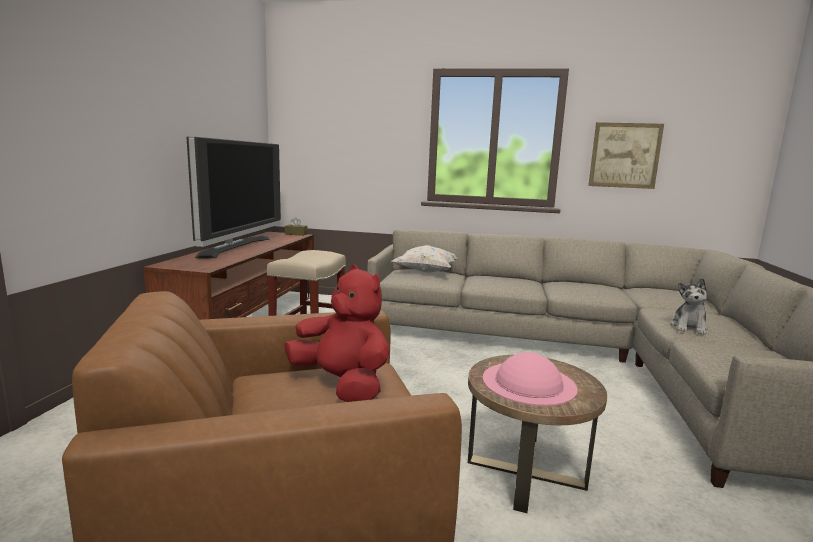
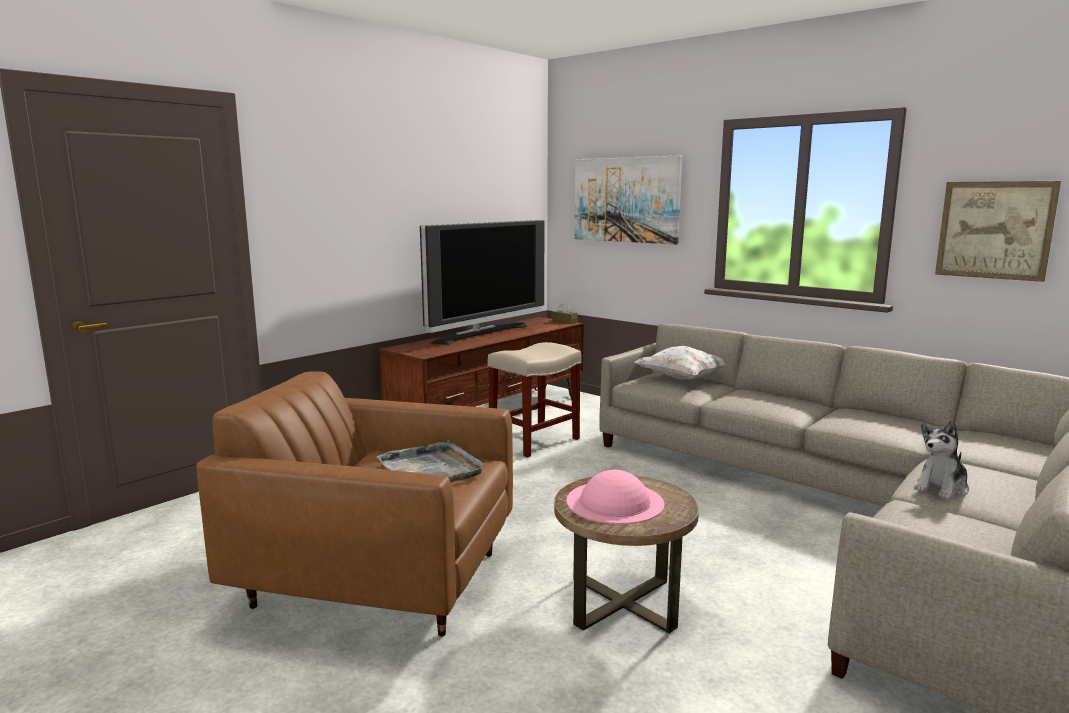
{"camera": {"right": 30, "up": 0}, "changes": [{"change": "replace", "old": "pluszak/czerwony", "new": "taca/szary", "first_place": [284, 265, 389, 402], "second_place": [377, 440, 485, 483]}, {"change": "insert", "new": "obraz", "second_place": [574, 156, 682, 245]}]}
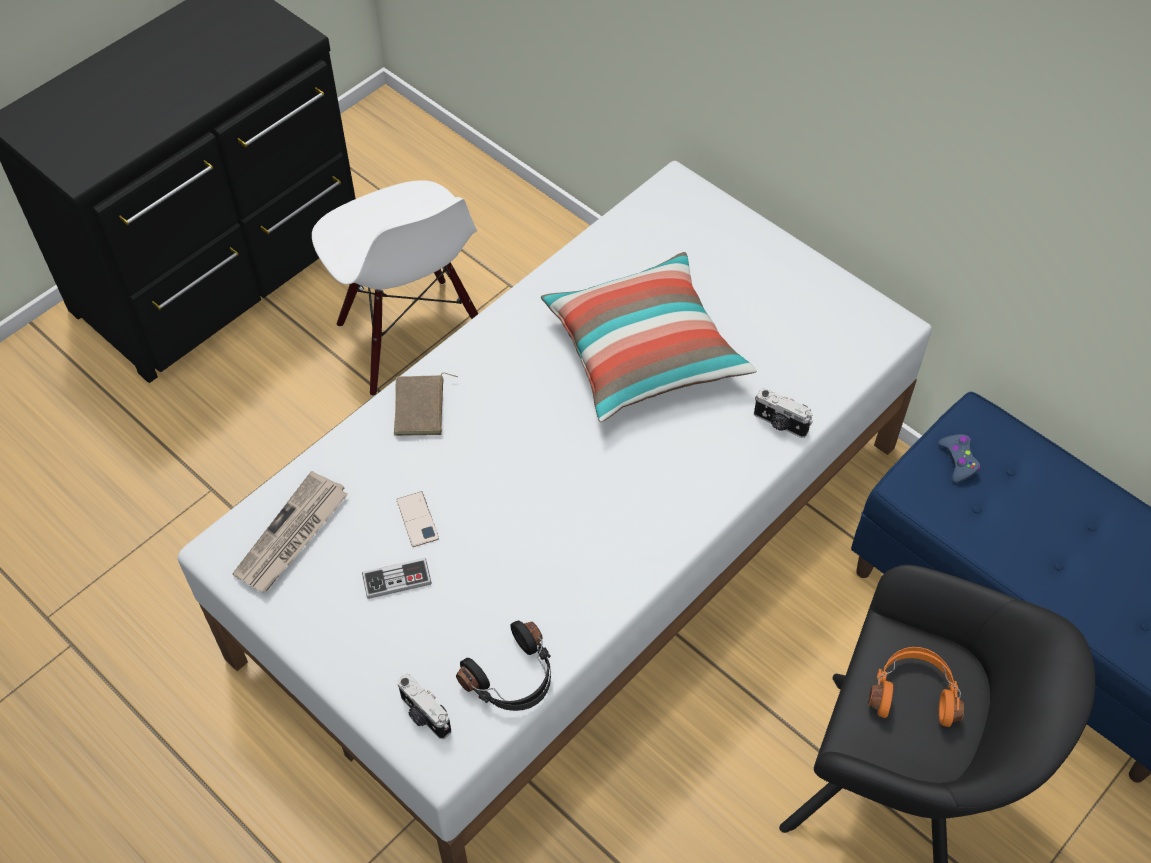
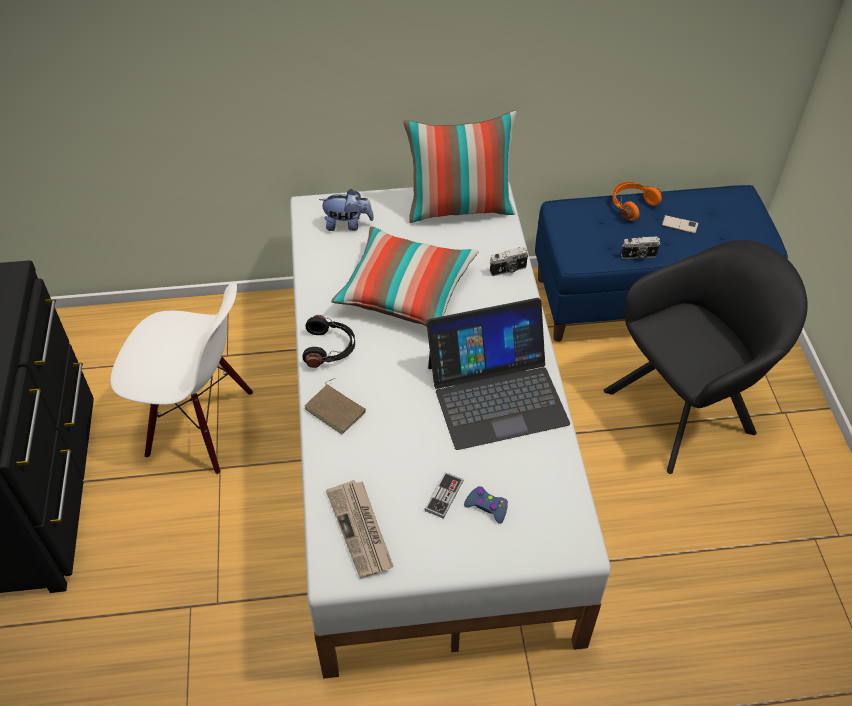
{"camera": {"right": -50, "up": -5}, "changes": [{"change": "move", "old": "słuchawki/czarny", "first_place": [456, 621, 551, 711], "second_place": [302, 315, 355, 368]}, {"change": "insert", "new": "pluszak", "second_place": [319, 189, 374, 231]}, {"change": "insert", "new": "poduszka", "second_place": [403, 111, 516, 223]}, {"change": "insert", "new": "laptop", "second_place": [426, 298, 570, 450]}, {"change": "move", "old": "pad do gier/niebieski", "first_place": [938, 434, 980, 483], "second_place": [464, 486, 508, 524]}, {"change": "move", "old": "słuchawki/pomarańczowy", "first_place": [869, 647, 964, 727], "second_place": [612, 182, 662, 221]}, {"change": "move", "old": "aparat fotograficzny", "first_place": [397, 673, 451, 739], "second_place": [621, 236, 661, 259]}, {"change": "move", "old": "telefon", "first_place": [397, 491, 439, 547], "second_place": [662, 215, 699, 234]}]}
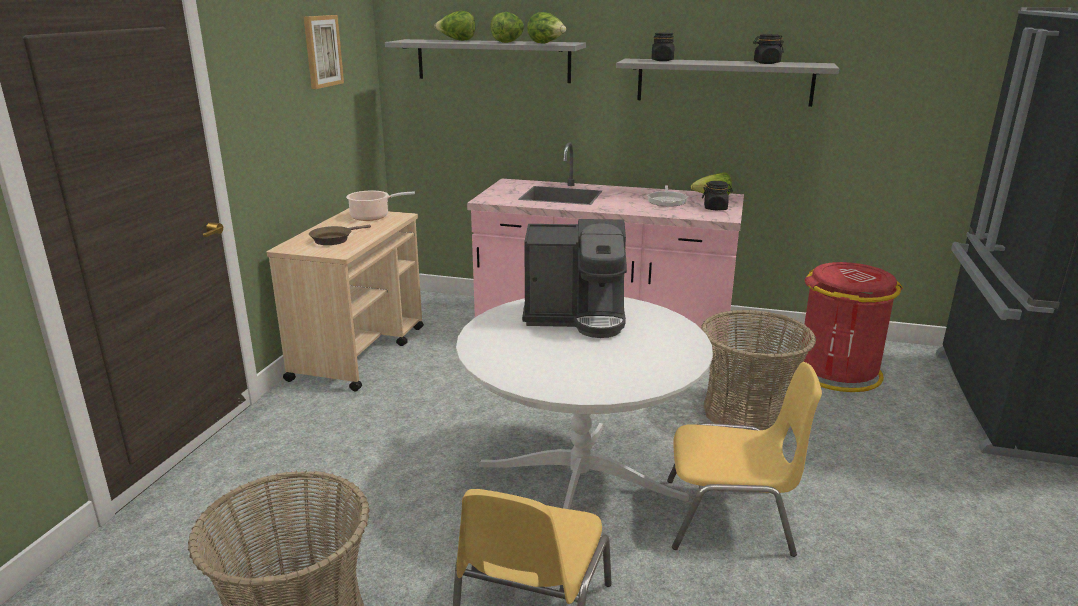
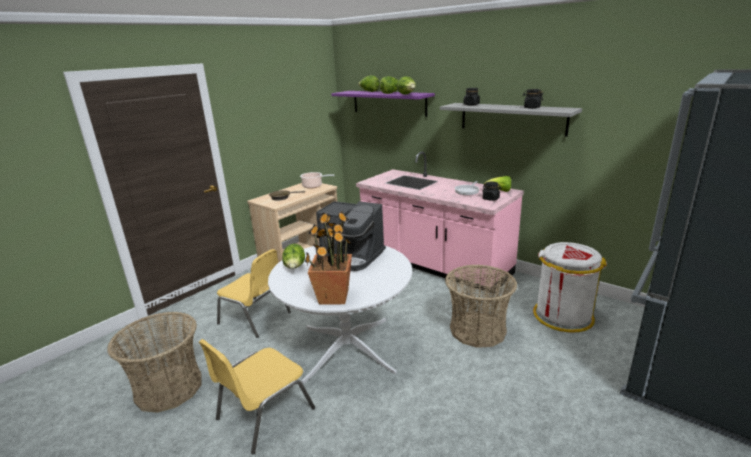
{"camera": {"right": 25, "up": 0}, "changes": [{"change": "move", "old": "krzesło/żółty", "first_place": [667, 362, 822, 557], "second_place": [217, 249, 291, 338]}, {"change": "insert", "new": "sałata", "second_place": [282, 244, 305, 269]}, {"change": "insert", "new": "roślina doniczkowa", "second_place": [305, 212, 352, 304]}, {"change": "recolor", "old": "półka/szary", "new": "półka/fioletowy", "first_place": [385, 39, 586, 83], "second_place": [331, 91, 435, 117]}, {"change": "recolor", "old": "kosz na śmieci/czerwony", "new": "kosz na śmieci/biały", "first_place": [802, 262, 903, 392], "second_place": [533, 242, 607, 333]}, {"change": "delete", "old": "obraz", "first_place": [304, 15, 344, 89]}]}
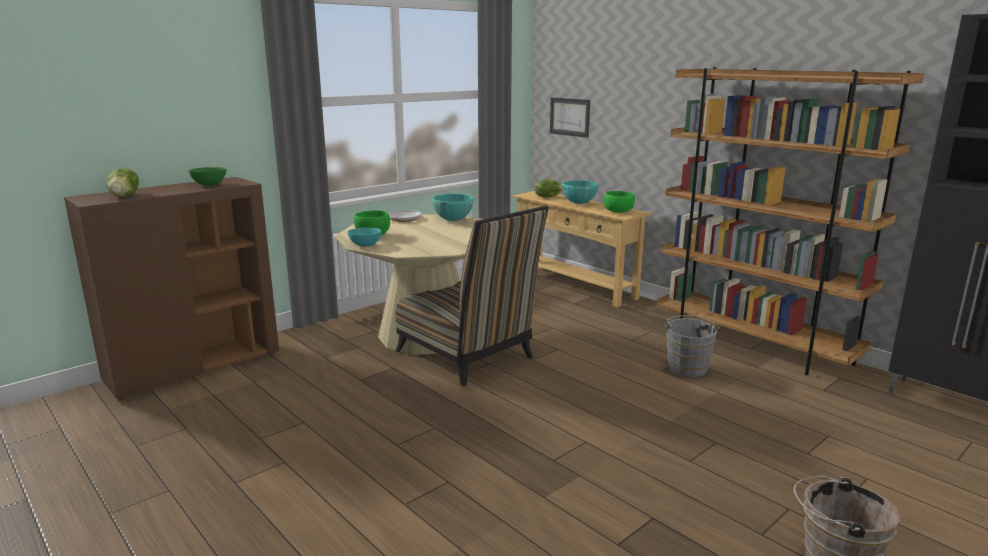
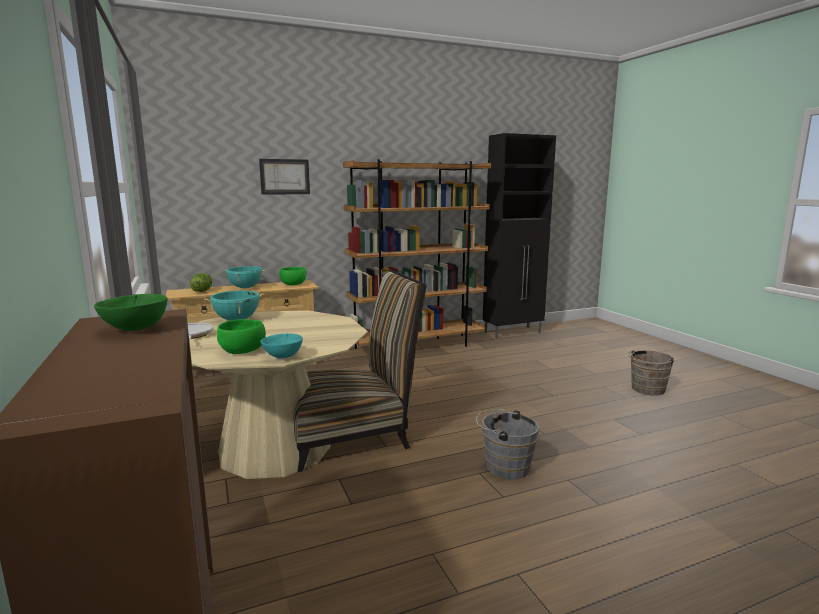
{"camera": {"right": -70, "up": -5}, "changes": [{"change": "move", "old": "obraz", "first_place": [550, 98, 590, 138], "second_place": [259, 159, 310, 195]}, {"change": "move", "old": "wiadro/szary", "first_place": [664, 315, 720, 377], "second_place": [476, 409, 540, 480]}, {"change": "delete", "old": "sałata", "first_place": [106, 168, 139, 197]}]}
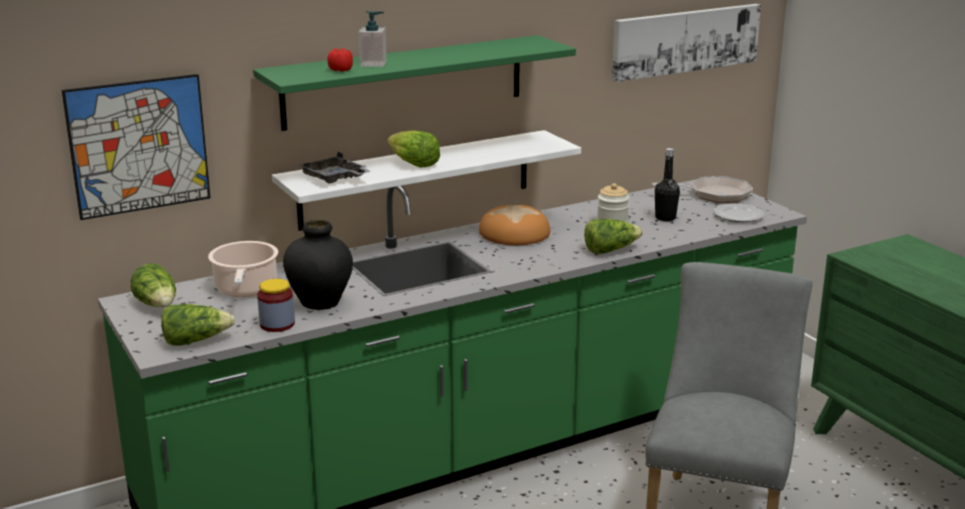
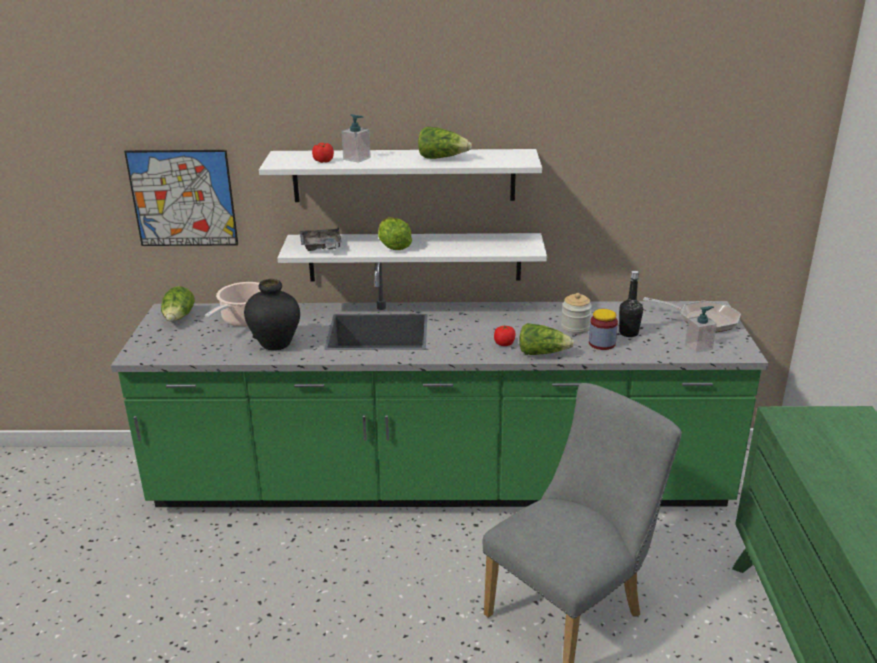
{"camera": {"right": 30, "up": 5}, "changes": [{"change": "recolor", "old": "półka/zielony", "new": "półka/biały", "first_place": [253, 35, 576, 131], "second_place": [259, 149, 542, 202]}, {"change": "move", "old": "sałata", "first_place": [161, 304, 235, 345], "second_place": [418, 126, 472, 159]}, {"change": "insert", "new": "pomidor", "second_place": [494, 325, 516, 346]}, {"change": "move", "old": "słoik", "first_place": [257, 279, 295, 332], "second_place": [589, 309, 618, 350]}, {"change": "replace", "old": "talerz", "new": "dozownik mydła", "first_place": [714, 204, 764, 222], "second_place": [685, 306, 717, 353]}, {"change": "delete", "old": "chleb", "first_place": [479, 205, 550, 245]}, {"change": "delete", "old": "obraz", "first_place": [612, 4, 761, 82]}]}
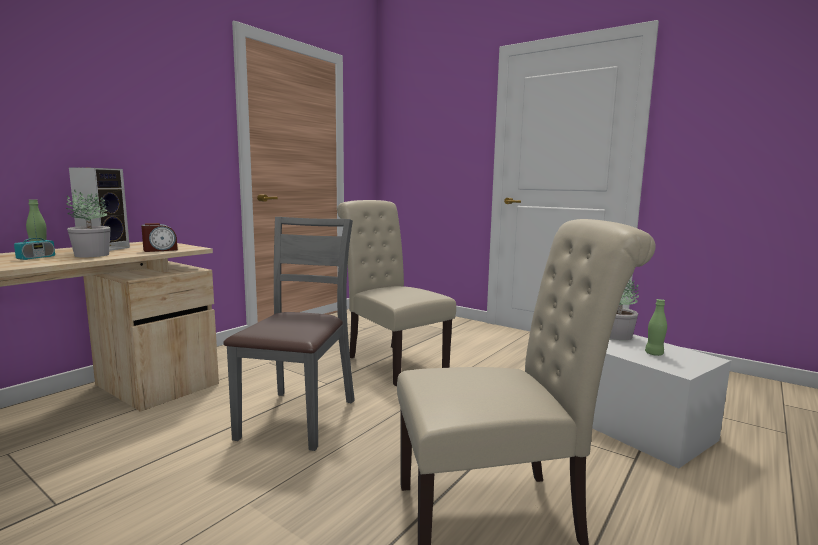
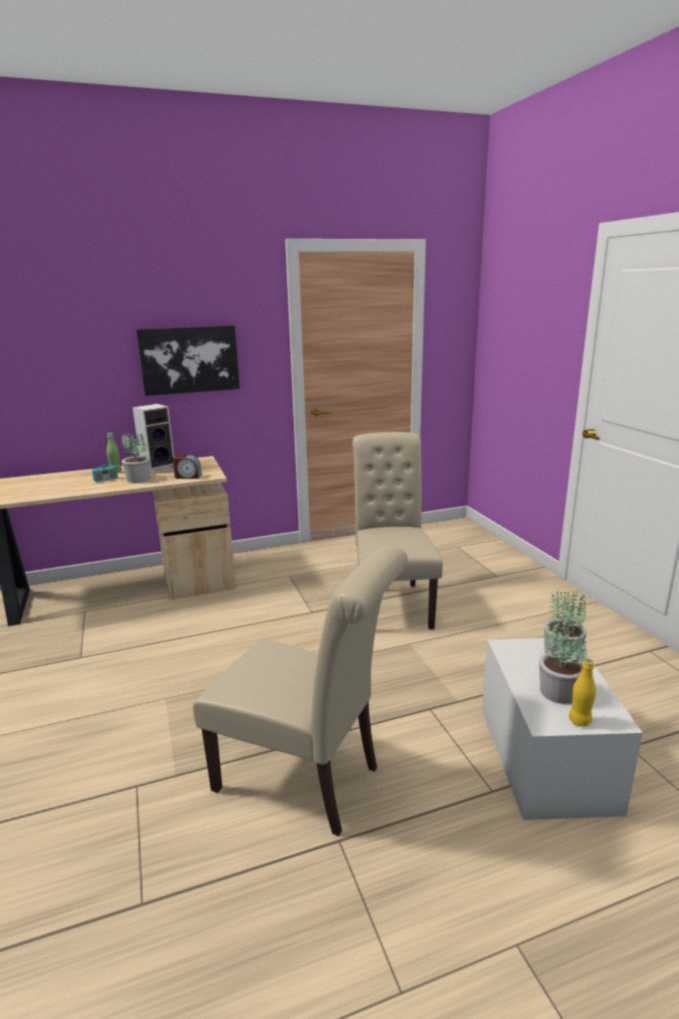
{"camera": {"right": 35, "up": 10}, "changes": [{"change": "insert", "new": "obraz", "second_place": [136, 325, 240, 396]}, {"change": "replace", "old": "butelka/zielony", "new": "roślina doniczkowa", "first_place": [645, 299, 667, 356], "second_place": [539, 616, 587, 704]}, {"change": "insert", "new": "butelka/żółty", "second_place": [569, 658, 596, 727]}, {"change": "delete", "old": "krzesło/szary", "first_place": [223, 217, 355, 451]}]}
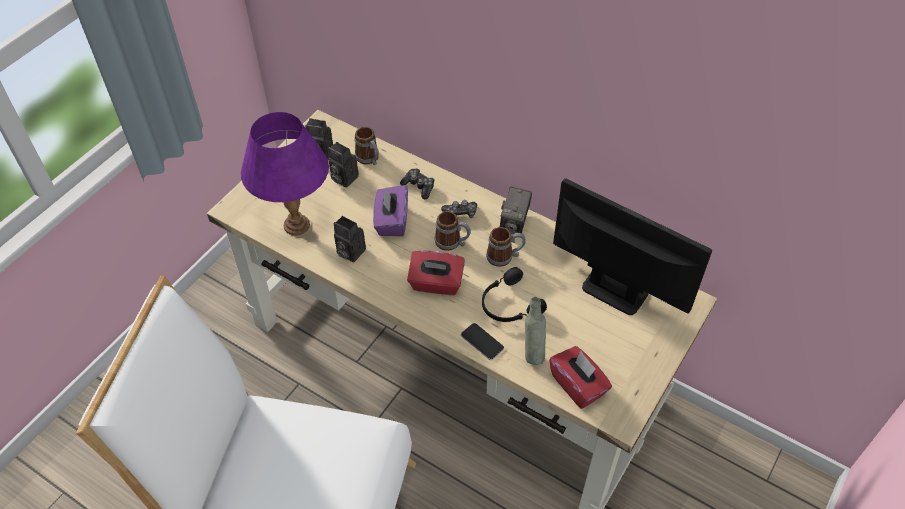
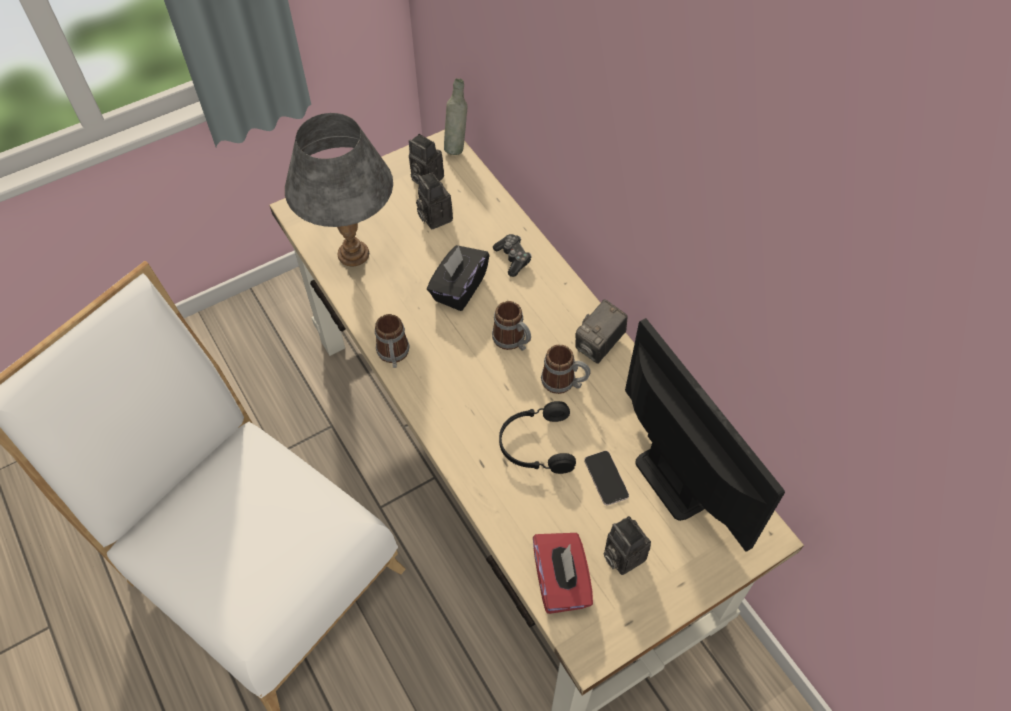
{"camera": {"right": 25, "up": 5}, "changes": [{"change": "recolor", "old": "lampa stołowa/fioletowy", "new": "lampa stołowa/szary", "first_place": [241, 112, 329, 235], "second_place": [285, 113, 393, 266]}, {"change": "move", "old": "kubek", "first_place": [355, 127, 379, 165], "second_place": [375, 314, 410, 368]}, {"change": "recolor", "old": "pudełko chusteczek/fioletowy", "new": "pudełko chusteczek/czarny", "first_place": [373, 185, 408, 236], "second_place": [427, 245, 489, 311]}, {"change": "move", "old": "butelka/szary", "first_place": [525, 297, 546, 365], "second_place": [444, 79, 468, 155]}, {"change": "move", "old": "telefon", "first_place": [461, 323, 504, 360], "second_place": [584, 451, 629, 505]}, {"change": "move", "old": "aparat fotograficzny", "first_place": [334, 216, 366, 262], "second_place": [604, 516, 651, 575]}, {"change": "delete", "old": "pudełko chusteczek/czerwony", "first_place": [407, 250, 465, 295]}, {"change": "delete", "old": "pad do gier", "first_place": [441, 200, 477, 218]}]}
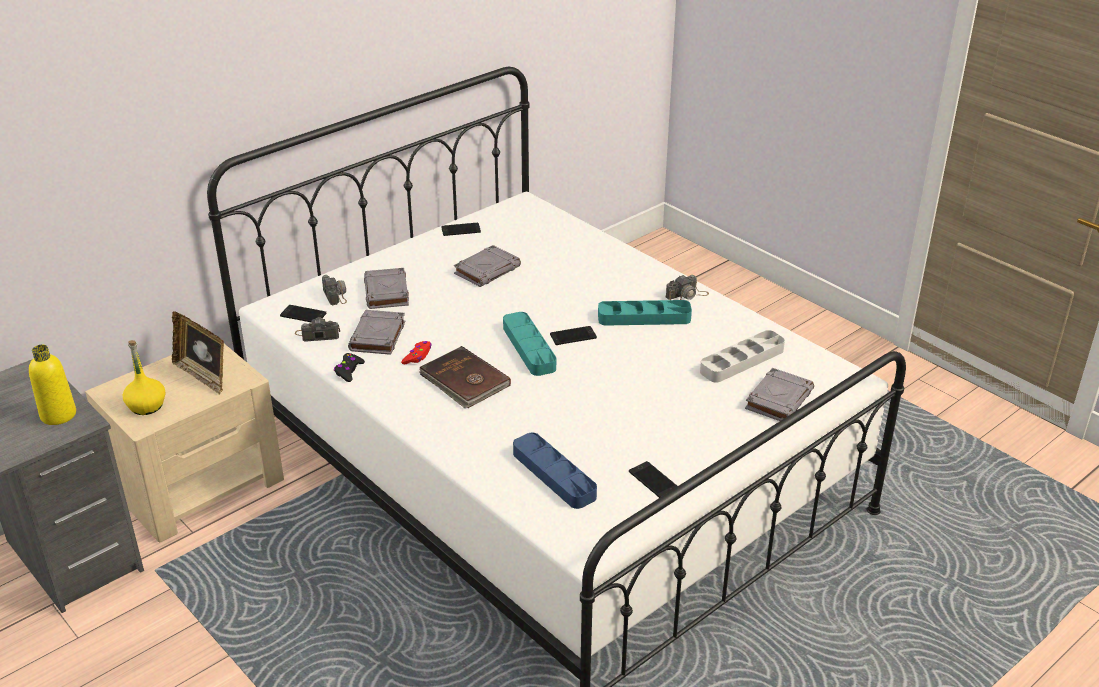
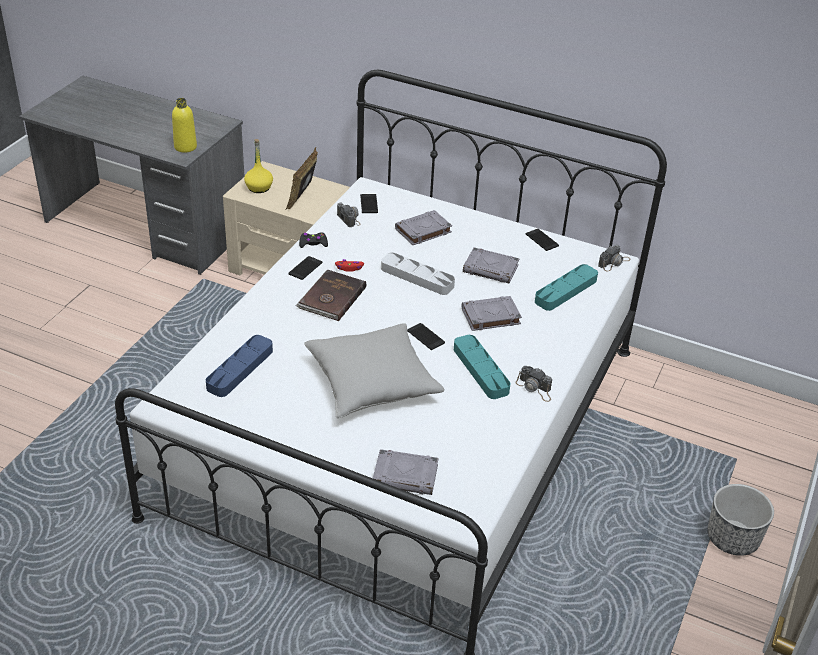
{"camera": {"right": 65, "up": 5}, "changes": [{"change": "move", "old": "telefon", "first_place": [629, 461, 677, 498], "second_place": [289, 256, 322, 280]}, {"change": "insert", "new": "poduszka/szary", "second_place": [304, 324, 445, 418]}, {"change": "move", "old": "taca/szary", "first_place": [700, 330, 785, 383], "second_place": [381, 252, 455, 295]}, {"change": "move", "old": "książka/szary", "first_place": [348, 310, 405, 355], "second_place": [462, 296, 522, 331]}, {"change": "move", "old": "taca/turkusowy", "first_place": [503, 312, 556, 376], "second_place": [535, 264, 598, 311]}, {"change": "move", "old": "aparat fotograficzny", "first_place": [322, 275, 347, 305], "second_place": [598, 245, 631, 271]}, {"change": "insert", "new": "donica", "second_place": [707, 484, 774, 556]}]}
